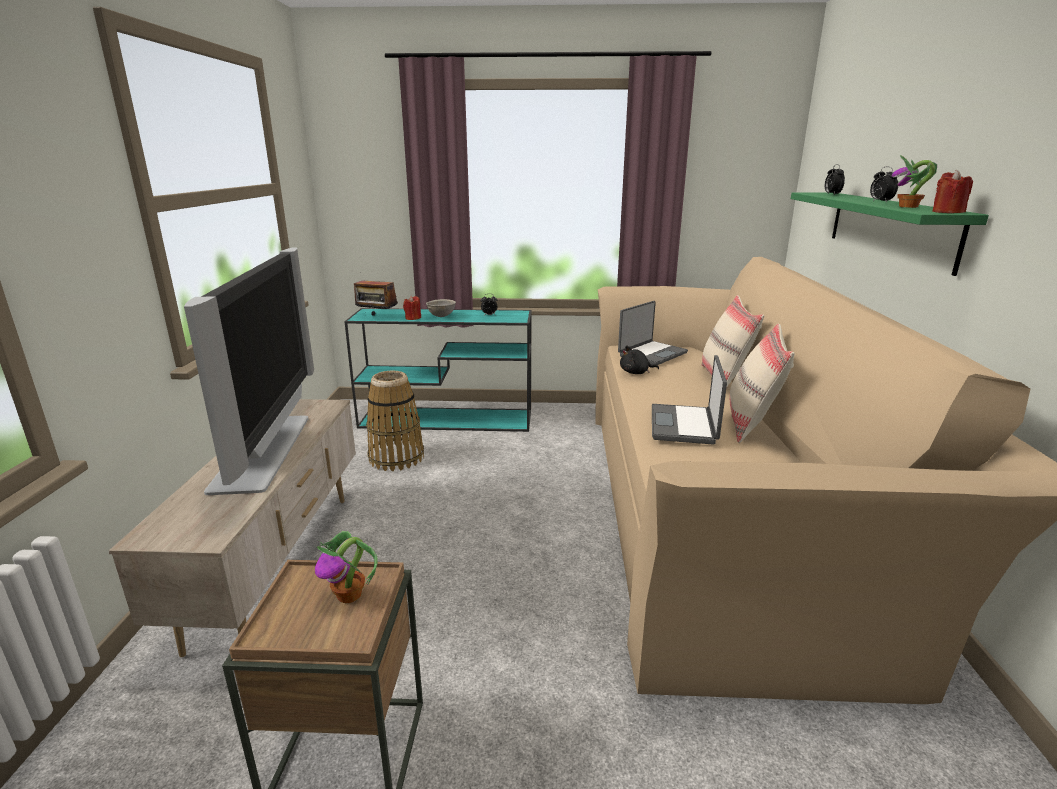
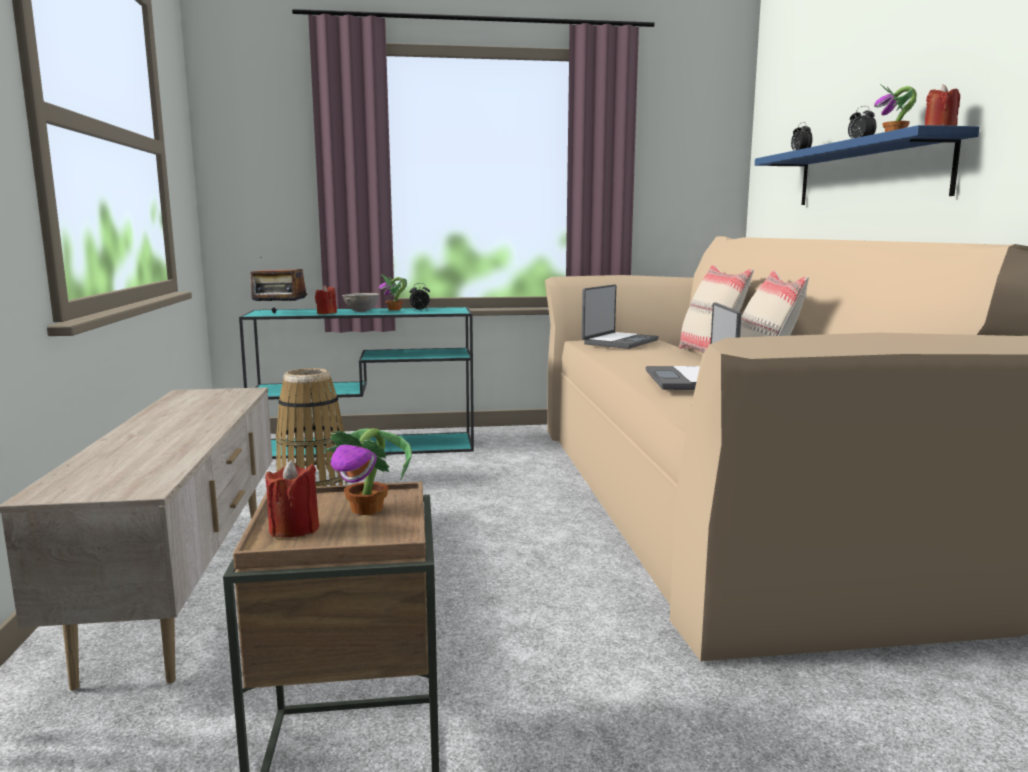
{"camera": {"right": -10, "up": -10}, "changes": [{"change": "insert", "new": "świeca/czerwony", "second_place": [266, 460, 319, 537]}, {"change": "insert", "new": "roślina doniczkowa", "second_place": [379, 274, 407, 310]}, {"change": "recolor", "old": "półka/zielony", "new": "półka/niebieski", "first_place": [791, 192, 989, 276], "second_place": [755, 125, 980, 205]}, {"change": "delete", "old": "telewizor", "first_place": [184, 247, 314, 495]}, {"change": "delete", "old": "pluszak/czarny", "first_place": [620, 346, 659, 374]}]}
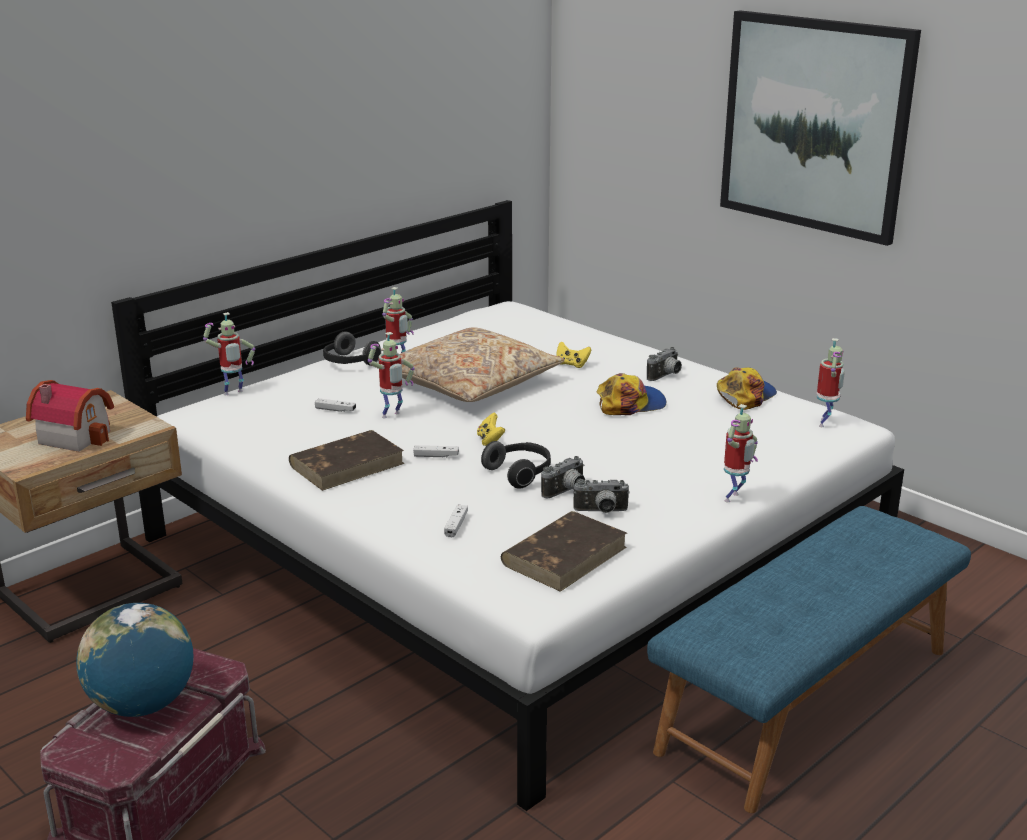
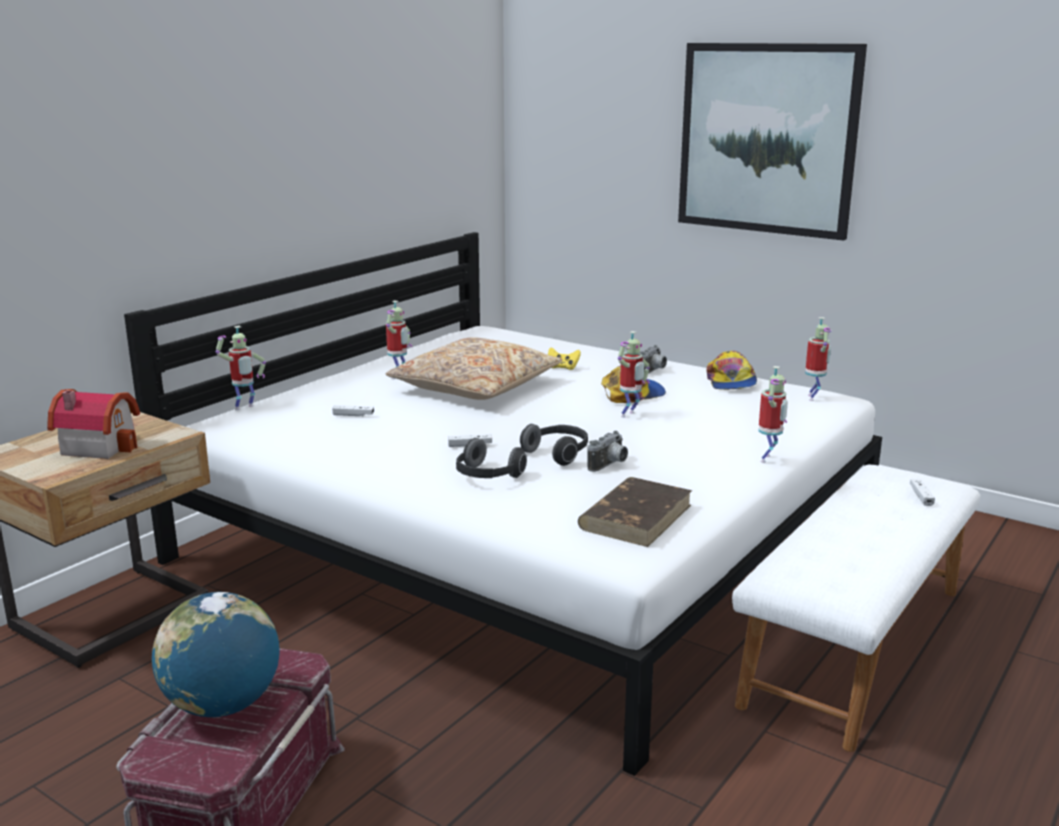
{"camera": {"right": -10, "up": -5}, "changes": [{"change": "move", "old": "słuchawki", "first_place": [323, 331, 381, 366], "second_place": [456, 438, 527, 478]}, {"change": "move", "old": "robot zabawkowy", "first_place": [368, 332, 415, 418], "second_place": [618, 331, 650, 418]}, {"change": "rotate", "old": "czapka z daszkiem", "first_place": [717, 367, 777, 410], "second_place": [707, 351, 757, 390], "degrees": 150}, {"change": "recolor", "old": "ławka/niebieski", "new": "ławka/biały", "first_place": [647, 506, 971, 813], "second_place": [732, 465, 980, 752]}, {"change": "move", "old": "pad do gier/biały", "first_place": [444, 505, 468, 537], "second_place": [910, 479, 935, 506]}, {"change": "delete", "old": "książka/brązowy", "first_place": [289, 430, 405, 491]}, {"change": "delete", "old": "pad do gier/żółty", "first_place": [477, 413, 505, 446]}, {"change": "delete", "old": "aparat fotograficzny", "first_place": [573, 479, 630, 513]}]}
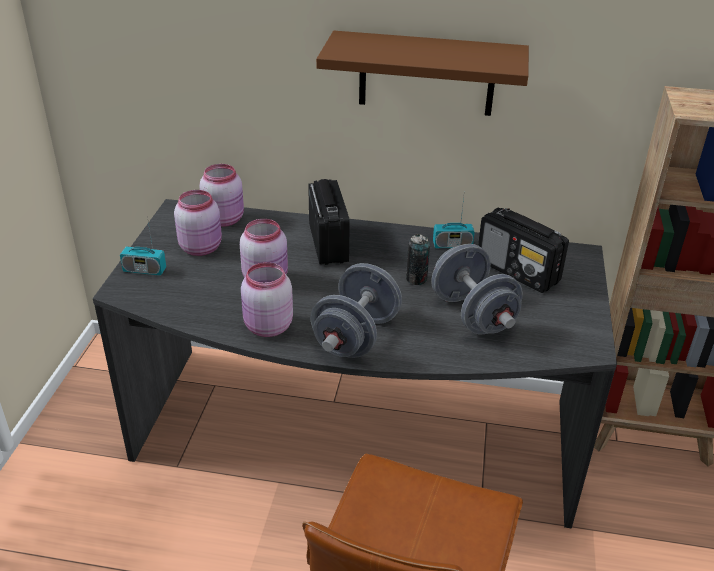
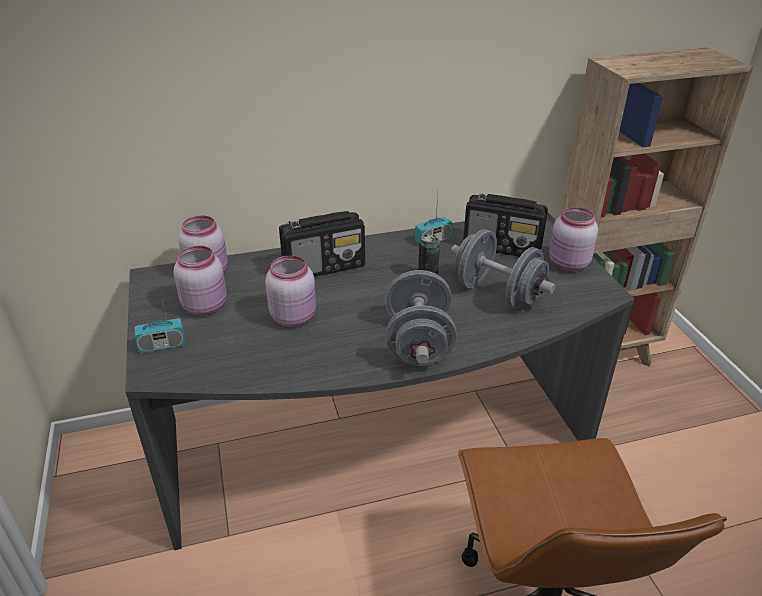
{"camera": {"right": -25, "up": 0}, "changes": [{"change": "rotate", "old": "radio", "first_place": [308, 179, 350, 265], "second_place": [279, 211, 365, 277], "degrees": 105}, {"change": "move", "old": "słoik/różowy", "first_place": [241, 262, 293, 337], "second_place": [549, 207, 598, 271]}, {"change": "delete", "old": "półka/brązowy", "first_place": [316, 31, 529, 116]}]}
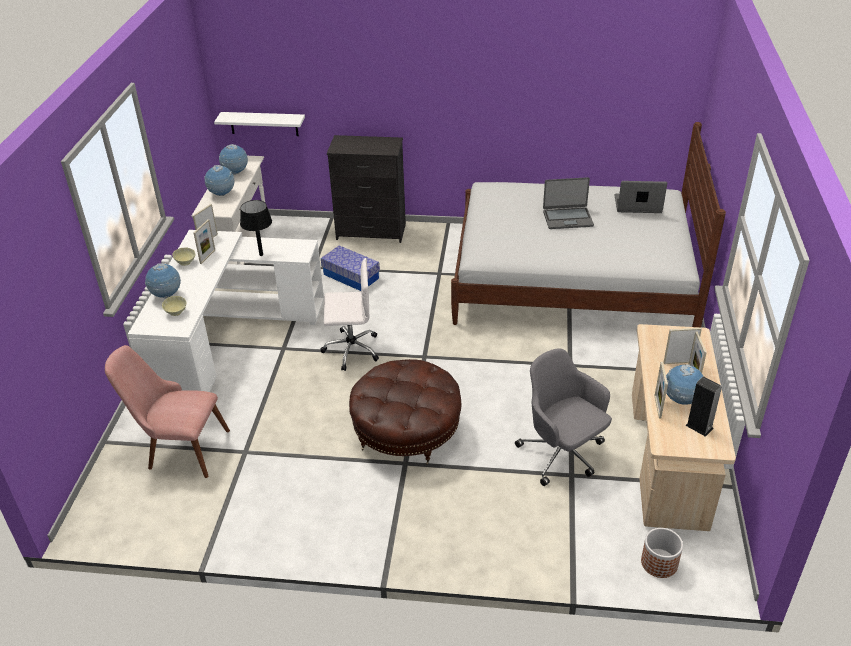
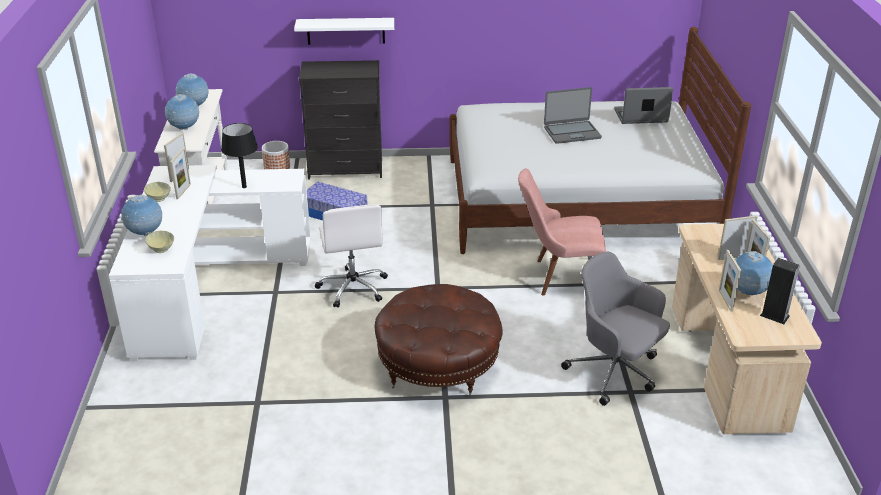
{"camera": {"right": -10, "up": -5}, "changes": [{"change": "move", "old": "donica", "first_place": [641, 528, 683, 578], "second_place": [262, 141, 290, 169]}, {"change": "move", "old": "półka/biały", "first_place": [214, 112, 305, 136], "second_place": [294, 18, 394, 45]}, {"change": "rotate", "old": "krzesło biurowe/biały", "first_place": [321, 258, 379, 371], "second_place": [315, 204, 388, 308], "degrees": 90}, {"change": "move", "old": "krzesło/różowy", "first_place": [105, 345, 230, 478], "second_place": [518, 169, 606, 295]}]}
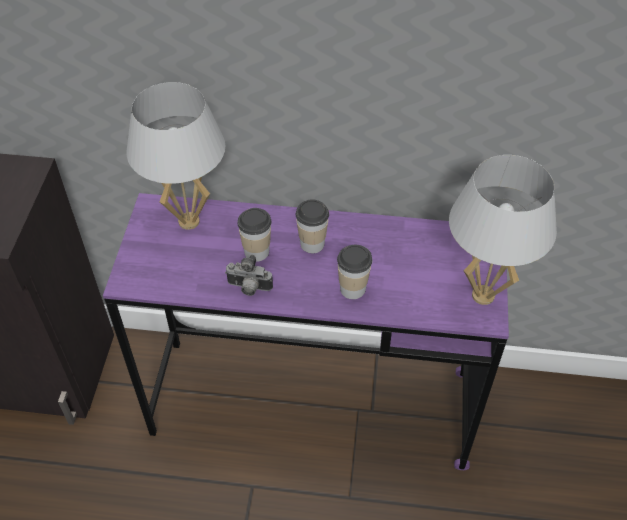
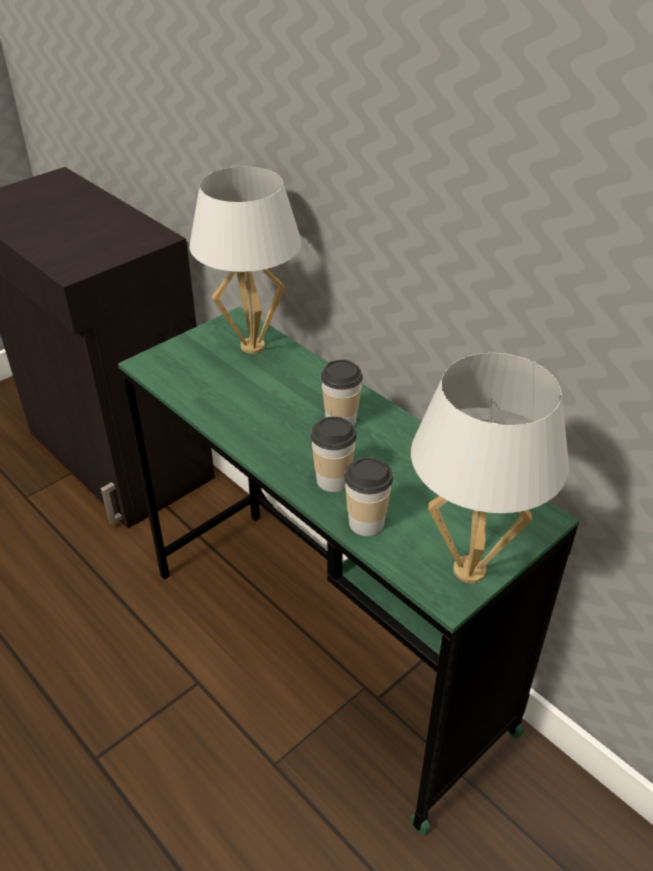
{"camera": {"right": 40, "up": -10}, "changes": [{"change": "recolor", "old": "biurko/fioletowy", "new": "biurko/zielony", "first_place": [103, 193, 509, 470], "second_place": [118, 306, 579, 835]}, {"change": "move", "old": "filiżanka", "first_place": [237, 208, 272, 262], "second_place": [345, 457, 393, 536]}, {"change": "delete", "old": "aparat fotograficzny", "first_place": [225, 255, 273, 296]}]}
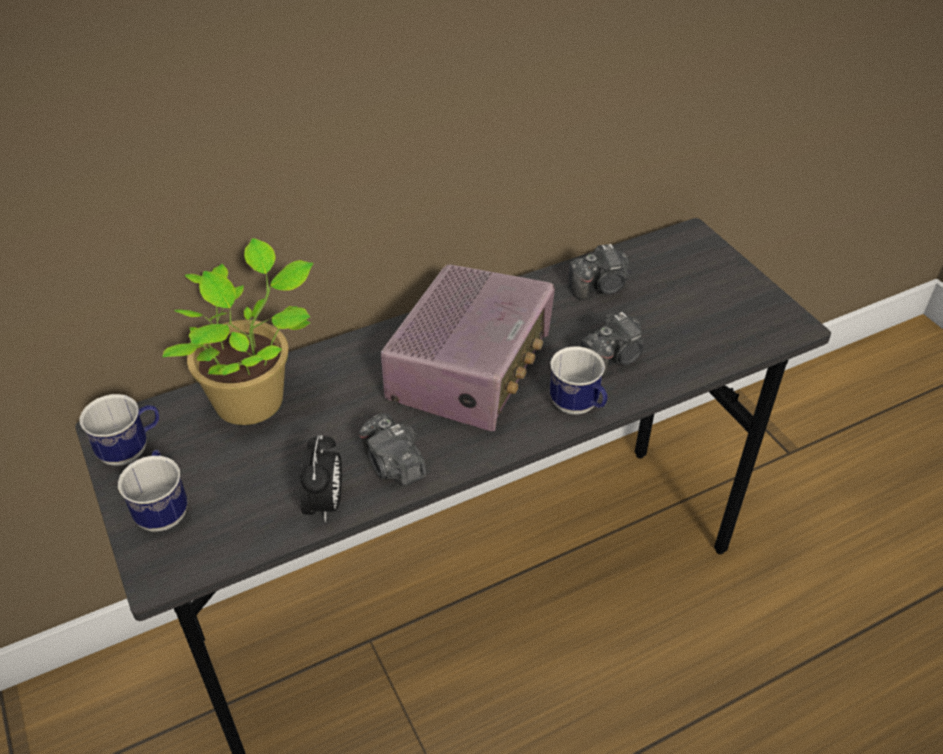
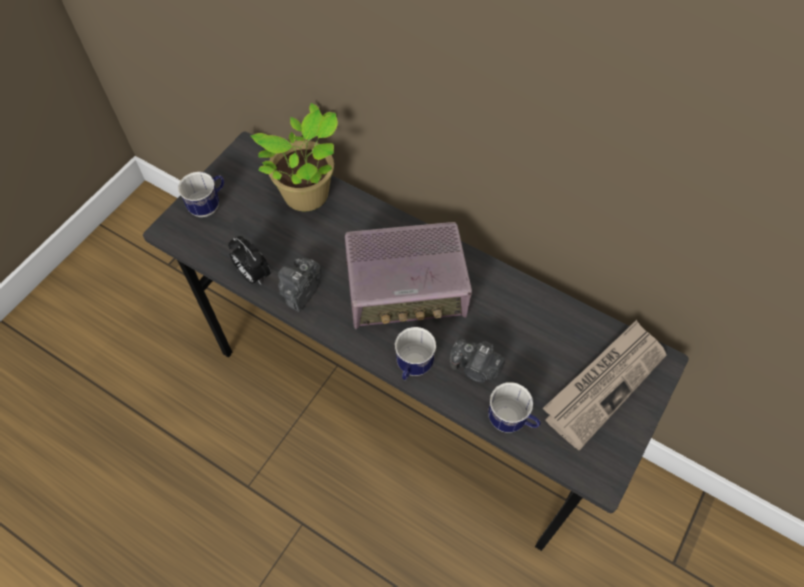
{"camera": {"right": 60, "up": 15}, "changes": [{"change": "rotate", "old": "budzik", "first_place": [299, 435, 342, 522], "second_place": [228, 236, 271, 285], "degrees": 75}, {"change": "move", "old": "kubek", "first_place": [79, 394, 159, 466], "second_place": [488, 382, 540, 433]}, {"change": "insert", "new": "gazeta", "second_place": [543, 320, 667, 450]}, {"change": "delete", "old": "aparat fotograficzny", "first_place": [568, 244, 629, 300]}]}
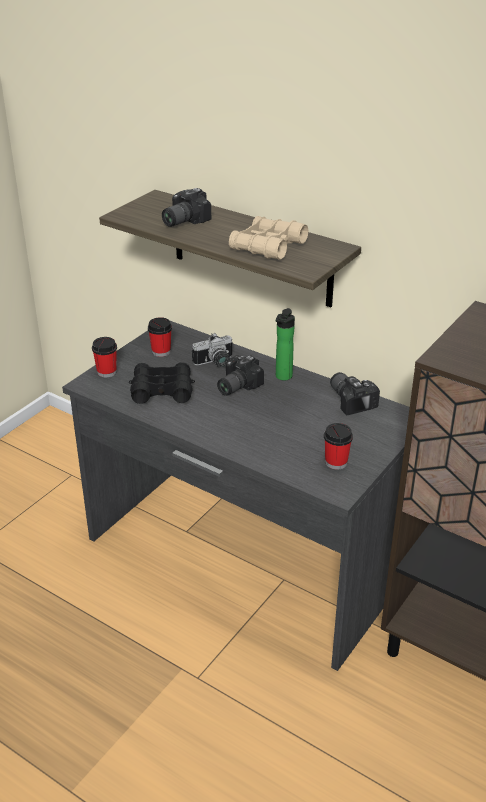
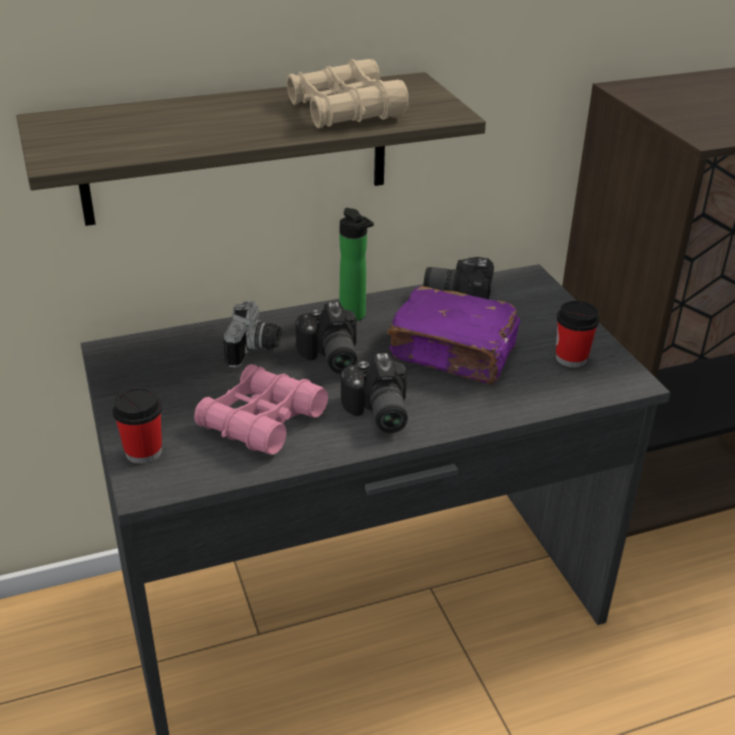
{"camera": {"right": -55, "up": 0}, "changes": [{"change": "recolor", "old": "lornetka/czarny", "new": "lornetka/różowy", "first_place": [129, 362, 195, 404], "second_place": [194, 364, 328, 454]}, {"change": "move", "old": "aparat fotograficzny", "first_place": [162, 188, 211, 227], "second_place": [341, 353, 408, 433]}, {"change": "insert", "new": "książka/fioletowy", "second_place": [387, 286, 520, 384]}, {"change": "delete", "old": "filiżanka", "first_place": [148, 317, 172, 357]}]}
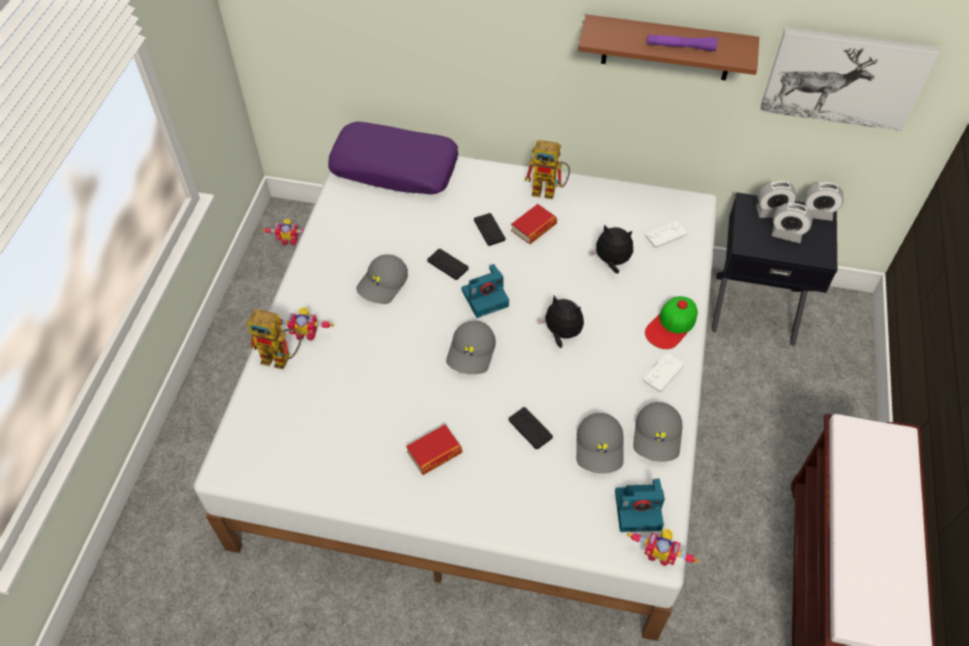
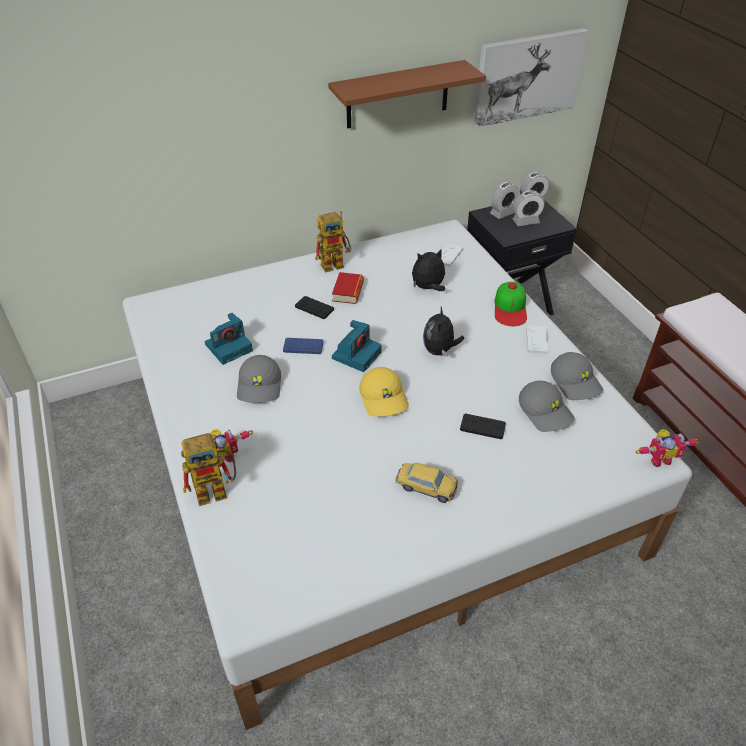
{"camera": {"right": -35, "up": -10}, "changes": [{"change": "move", "old": "aparat fotograficzny", "first_place": [615, 479, 665, 532], "second_place": [205, 313, 253, 365]}, {"change": "recolor", "old": "pad do gier/czarny", "new": "pad do gier/niebieski", "first_place": [427, 249, 469, 280], "second_place": [283, 338, 324, 354]}, {"change": "recolor", "old": "czapka z daszkiem/szary", "new": "czapka z daszkiem/żółty", "first_place": [446, 321, 496, 374], "second_place": [359, 367, 409, 416]}, {"change": "replace", "old": "książka", "new": "samochodzik", "first_place": [406, 425, 462, 475], "second_place": [396, 463, 458, 503]}, {"change": "rotate", "old": "pluszak", "first_place": [538, 296, 584, 348], "second_place": [423, 307, 464, 357], "degrees": -75}, {"change": "delete", "old": "robot zabawkowy", "first_place": [262, 219, 304, 246]}, {"change": "delete", "old": "poduszka/fioletowy", "first_place": [328, 121, 458, 194]}, {"change": "delete", "old": "latarka/fioletowy", "first_place": [647, 34, 718, 51]}]}
